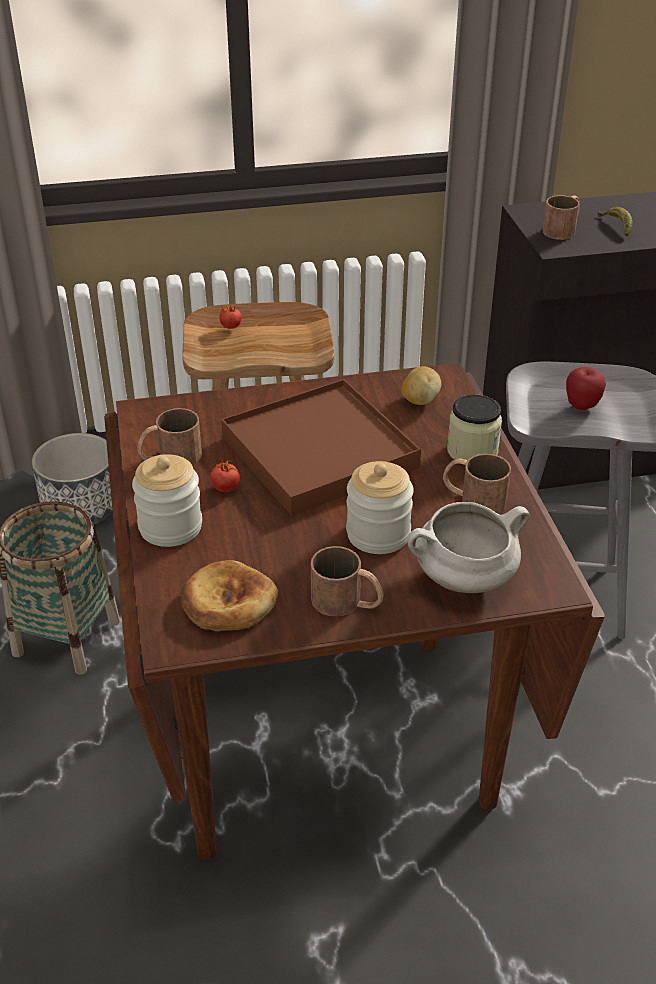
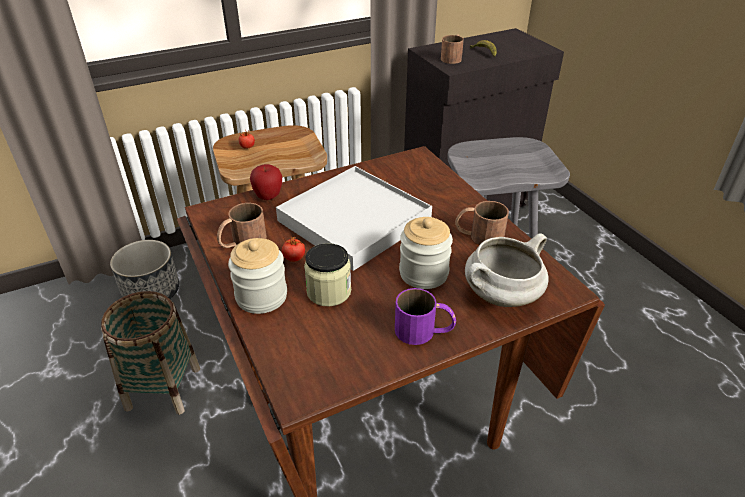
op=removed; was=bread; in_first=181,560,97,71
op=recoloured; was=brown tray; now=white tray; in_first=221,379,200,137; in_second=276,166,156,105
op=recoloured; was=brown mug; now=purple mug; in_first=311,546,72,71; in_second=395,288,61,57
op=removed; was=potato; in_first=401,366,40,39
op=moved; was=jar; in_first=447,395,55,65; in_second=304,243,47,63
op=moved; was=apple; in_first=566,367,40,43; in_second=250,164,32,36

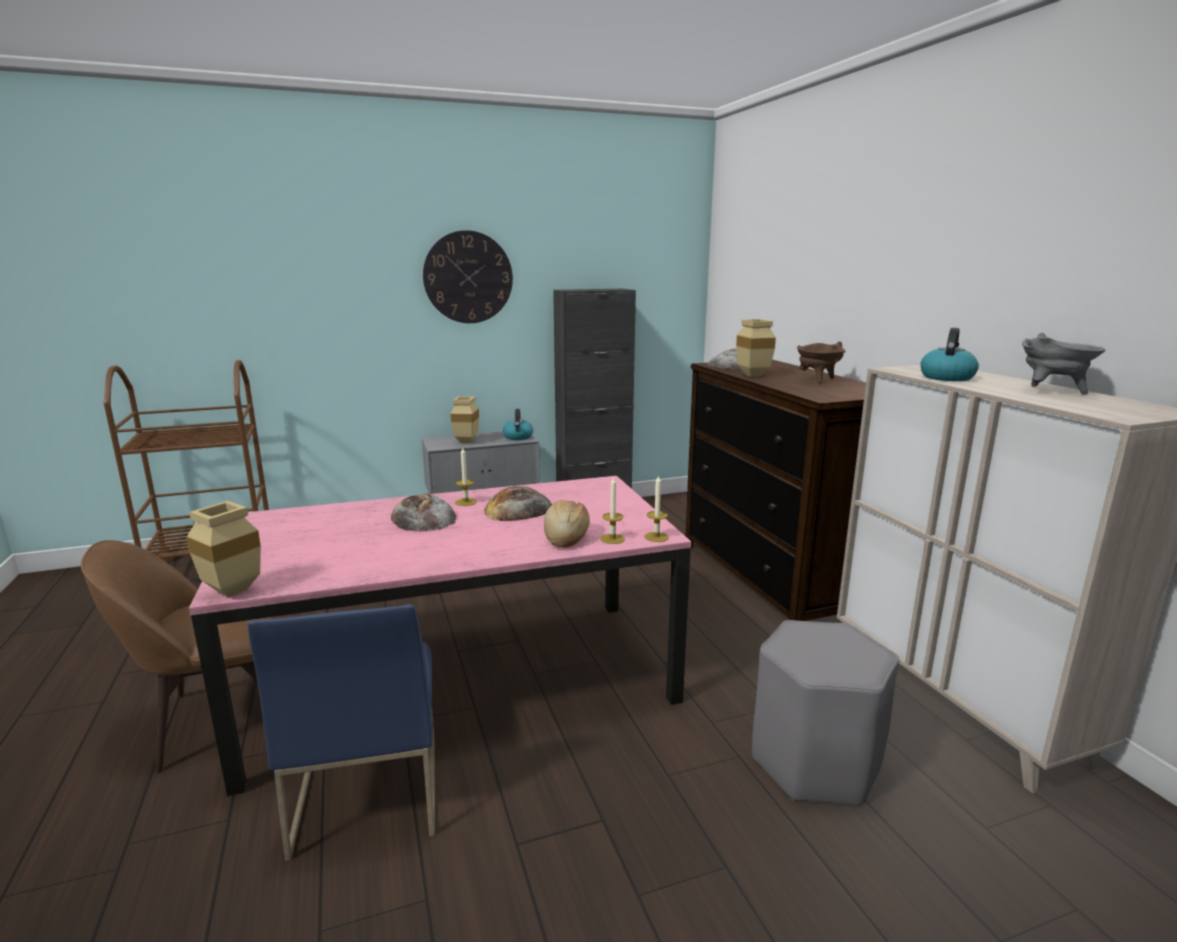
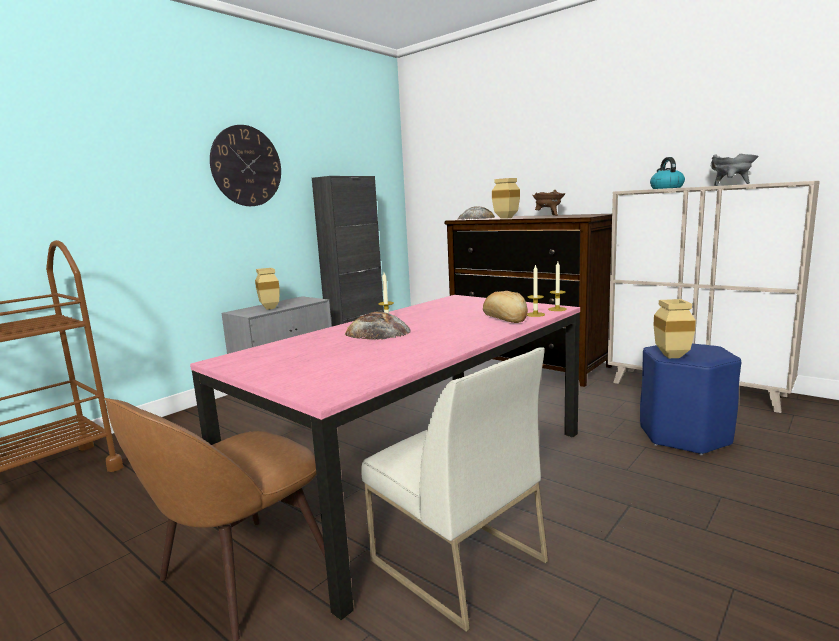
op=moved; was=beige vase; in_first=187,501,74,96; in_second=653,299,43,59
op=recoloured; was=blue chair; now=white chair; in_first=248,604,187,257; in_second=361,347,187,285
op=removed; was=bread; in_first=484,486,68,35
op=removed; was=kettle; in_first=503,409,30,31
op=recoloured; was=grey stool; now=blue stool; in_first=752,620,147,186; in_second=640,343,101,112

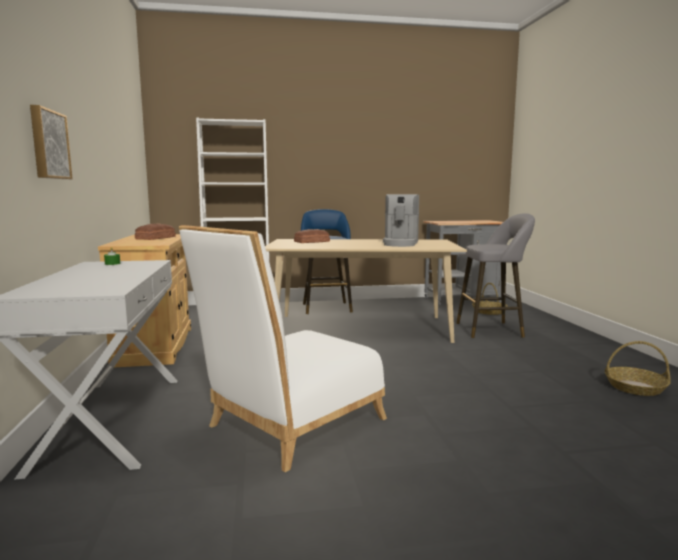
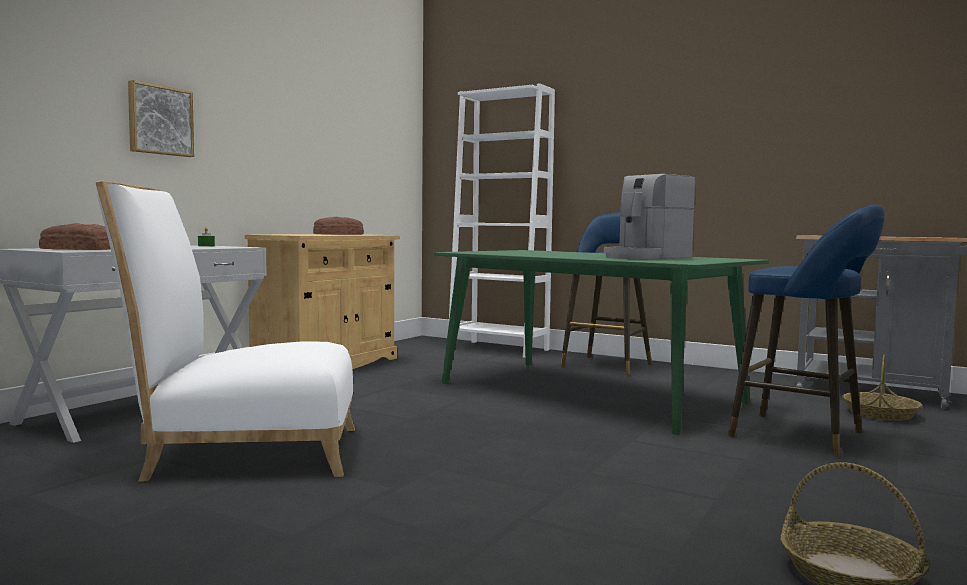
op=recoloured; was=beige dining table; now=green dining table; in_first=265,239,202,104; in_second=435,250,334,185
op=moved; was=bread; in_first=294,229,36,14; in_second=39,223,72,27
op=recoloured; was=grey stool; now=blue stool; in_first=456,213,79,125; in_second=728,205,157,252

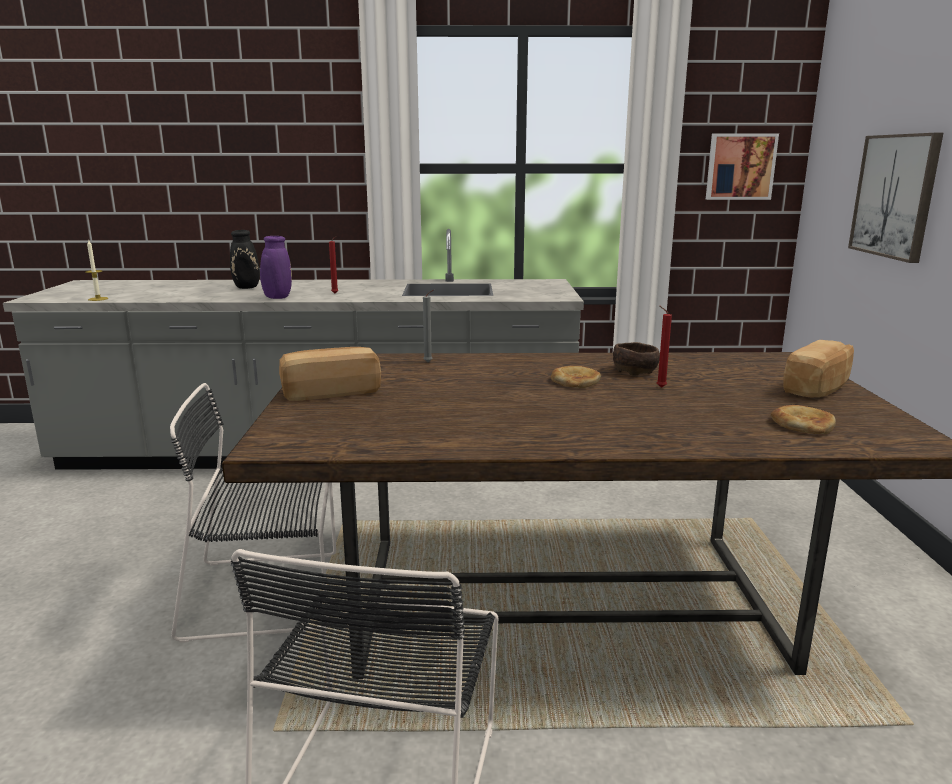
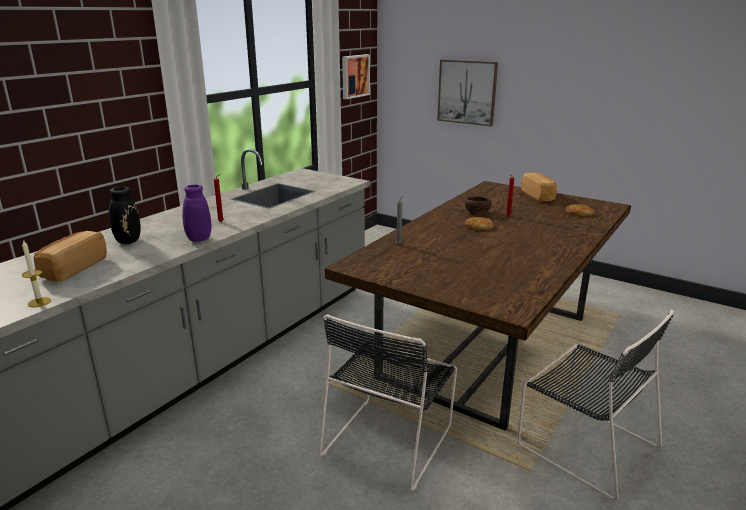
op=moved; was=bread; in_first=279,347,102,54; in_second=33,231,74,51

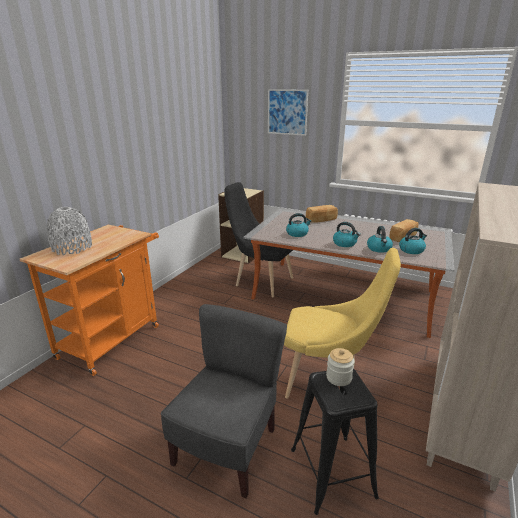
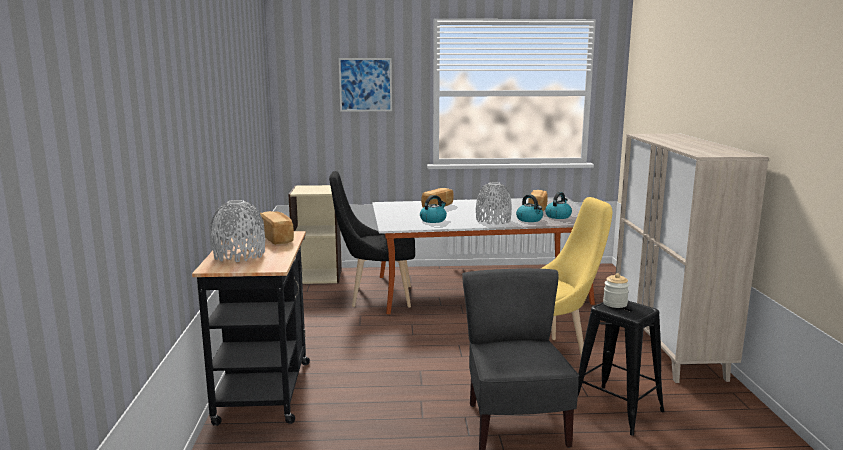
op=recoloured; was=orange cart; now=black cart; in_first=20,225,139,151; in_second=192,231,118,195
op=replaced; was=kettle; now=grey vase; in_first=333,222,28,25; in_second=476,182,36,43
op=added; now=bread; in_second=260,211,34,34

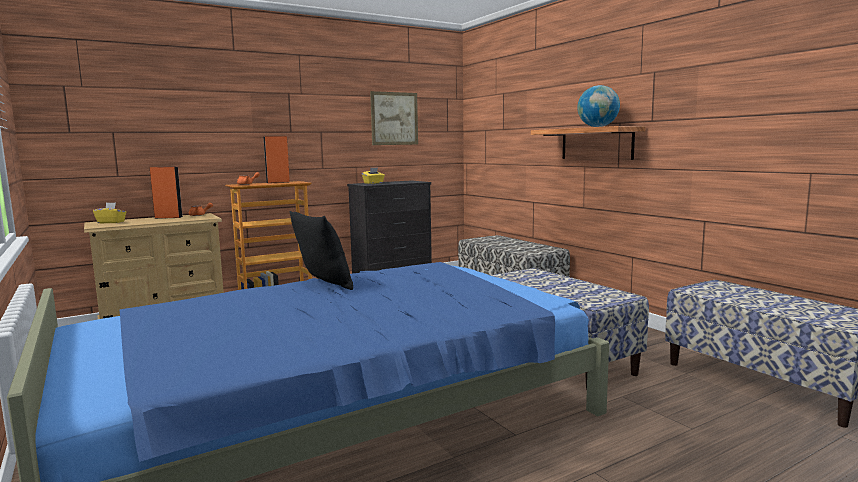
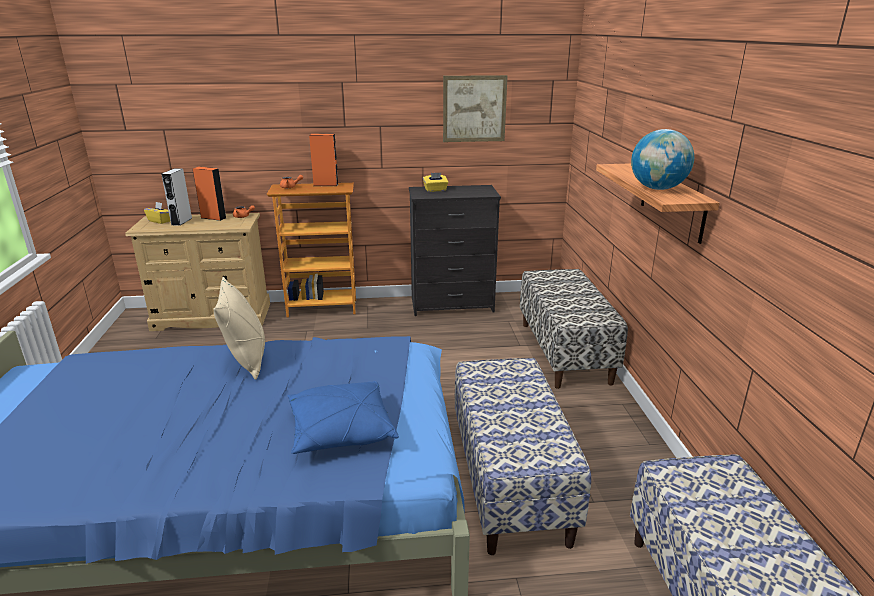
op=recoloured; was=black pillow; now=beige pillow; in_first=290,211,64,79; in_second=214,277,51,103
op=added; now=grey speaker; in_second=161,168,31,58
op=added; now=blue pillow; in_second=288,381,111,73

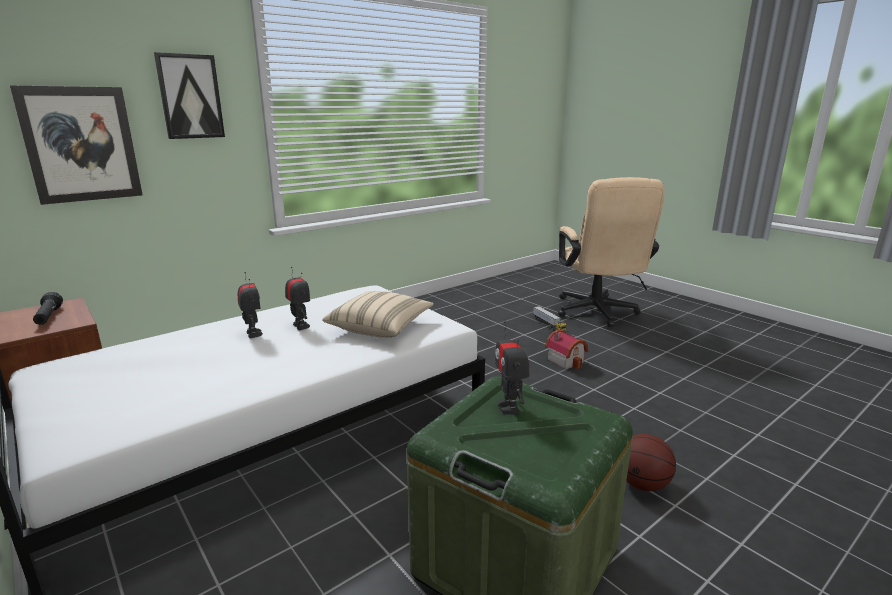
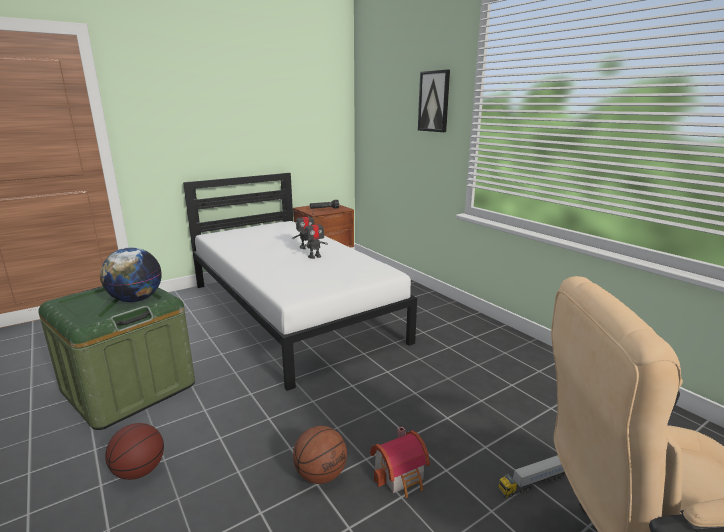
op=removed; was=picture; in_first=10,86,133,119
op=removed; was=beige pillow; in_first=322,291,112,47
op=replaced; was=toy robot; now=globe; in_first=495,321,34,94; in_second=100,247,62,55
op=added; now=basketball; in_second=293,426,54,58

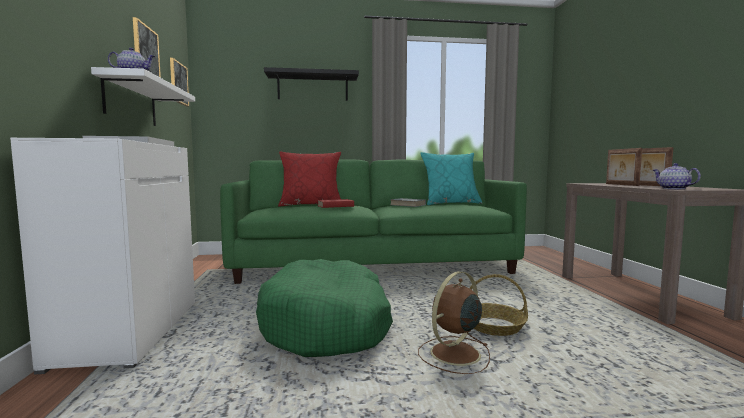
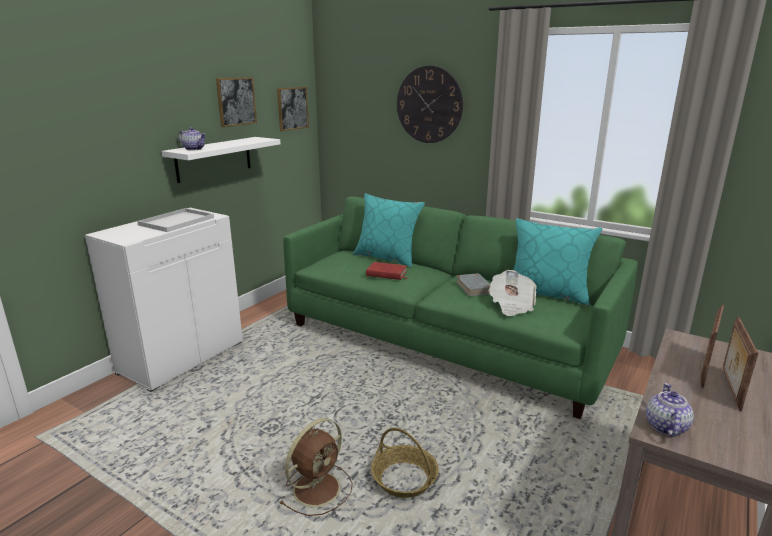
op=removed; was=green dog bed; in_first=256,259,137,98
op=replaced; was=black shelf; now=wall clock; in_first=264,67,95,34; in_second=397,66,66,77
op=recoloured; was=red pillow; now=turquoise pillow; in_first=278,152,63,55; in_second=353,193,72,75
op=turned; was=brown fan; in_first=418,271,72,103; in_second=280,418,73,98; clockwise=135
op=added; now=newspaper; in_second=488,270,49,46

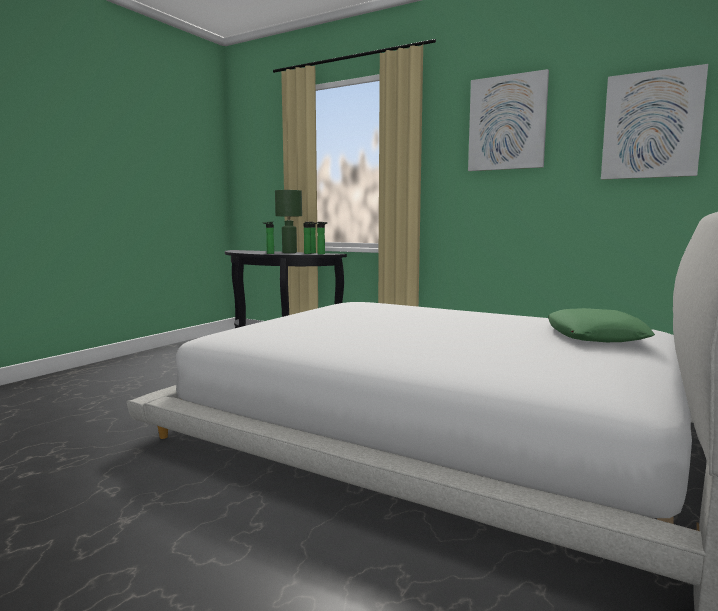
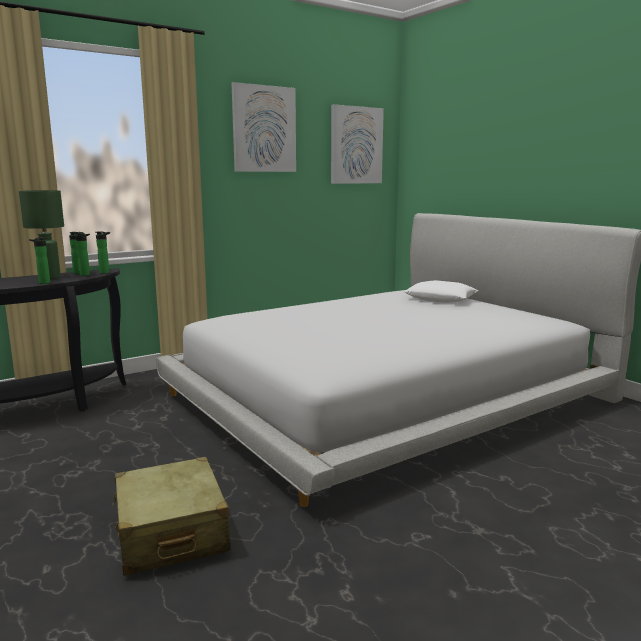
op=recoloured; was=green pillow; now=white pillow; in_first=548,308,107,34; in_second=404,280,74,23
op=added; now=beige suitcase; in_second=112,457,119,119

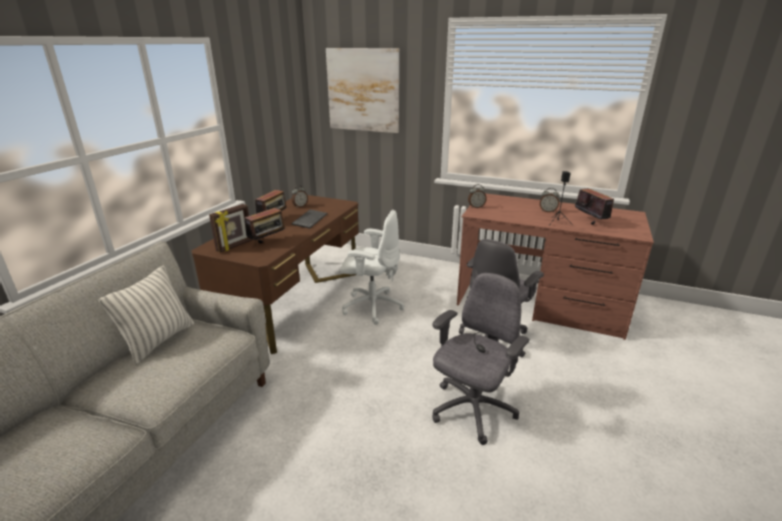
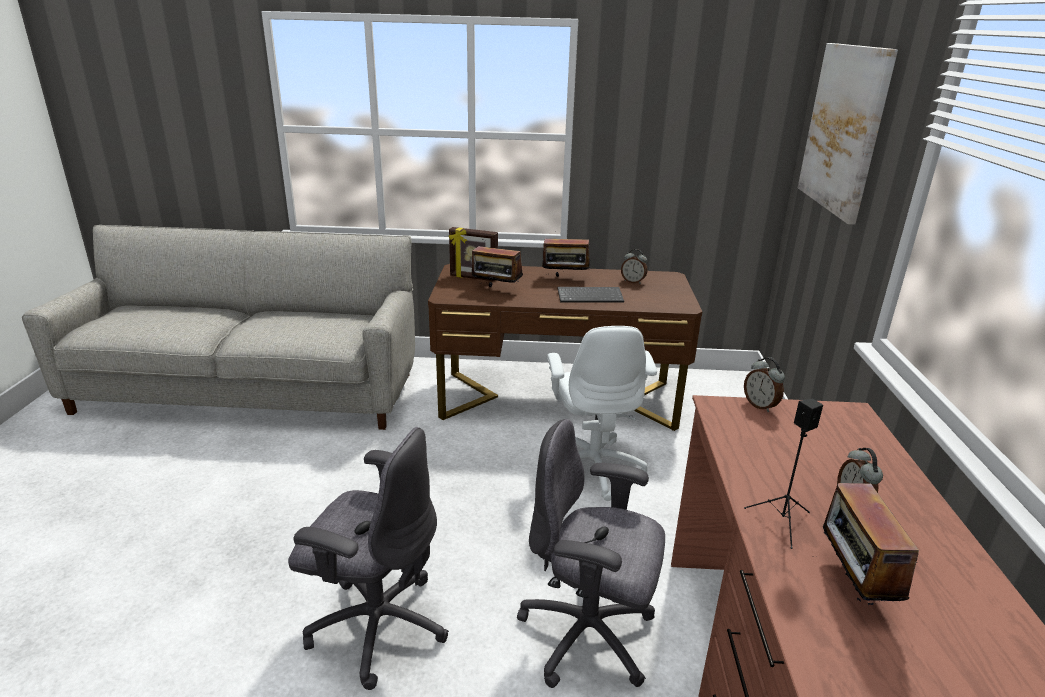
op=removed; was=pillow; in_first=98,265,96,100
op=turned; was=radio; in_first=575,189,39,36; in_second=823,483,96,122; clockwise=135

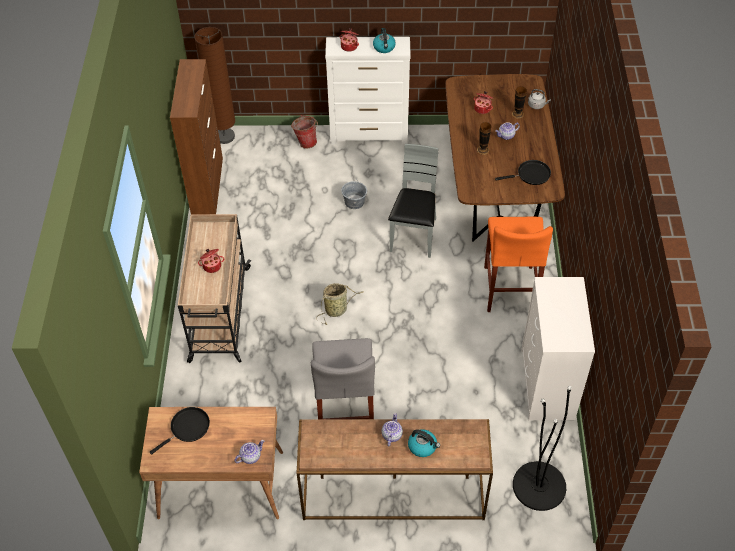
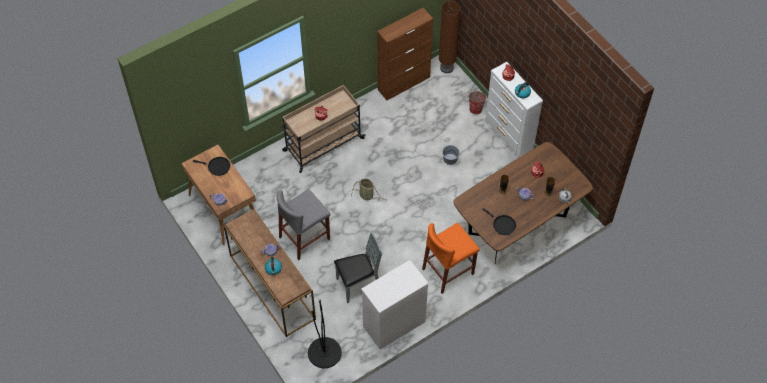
op=moved; was=grey chair; in_first=388,144,50,114; in_second=334,232,48,71

